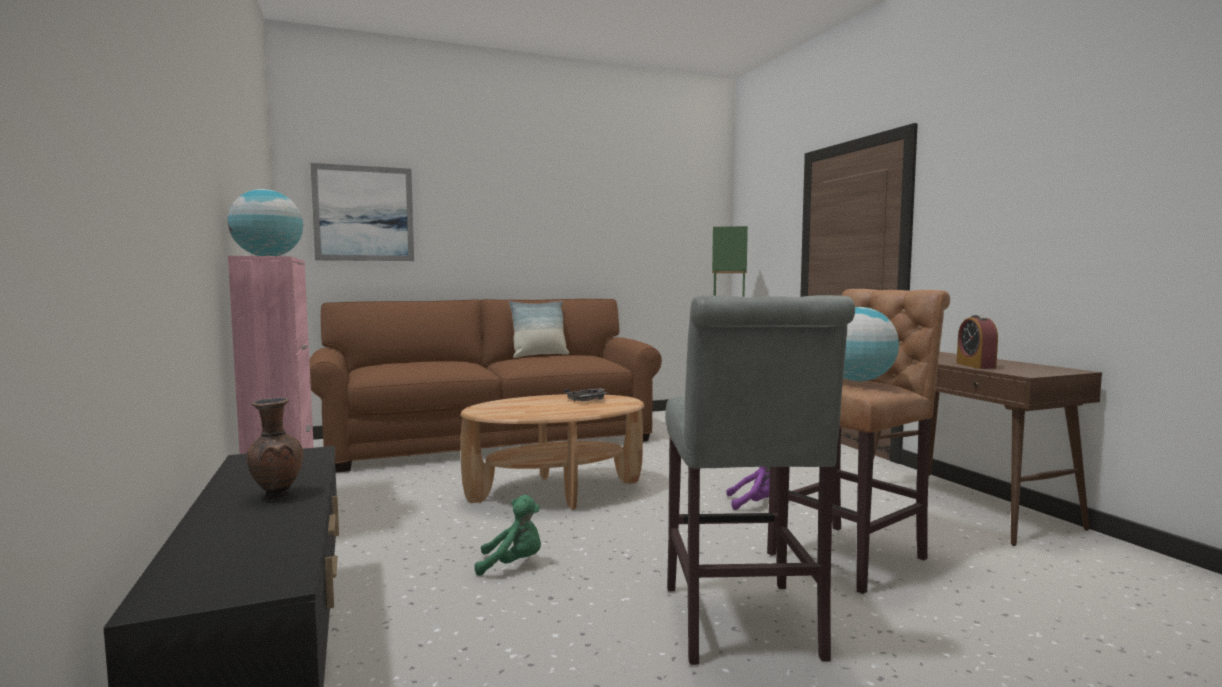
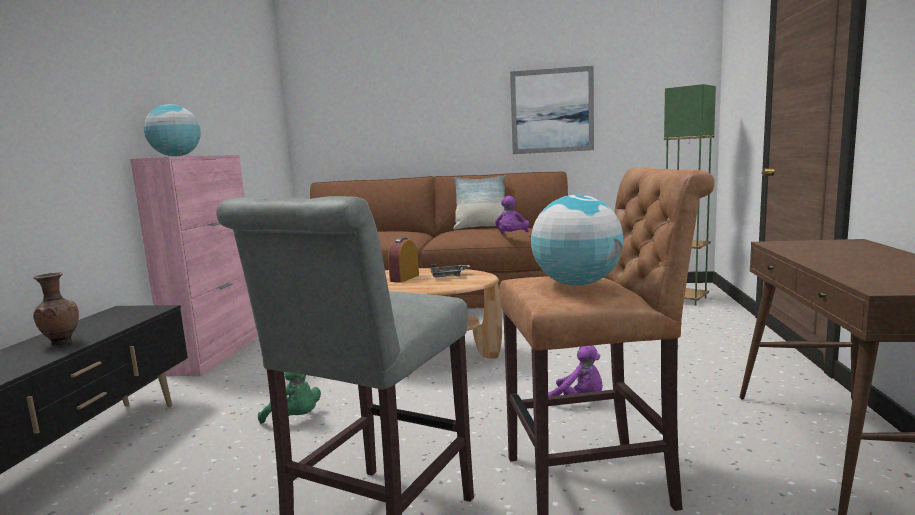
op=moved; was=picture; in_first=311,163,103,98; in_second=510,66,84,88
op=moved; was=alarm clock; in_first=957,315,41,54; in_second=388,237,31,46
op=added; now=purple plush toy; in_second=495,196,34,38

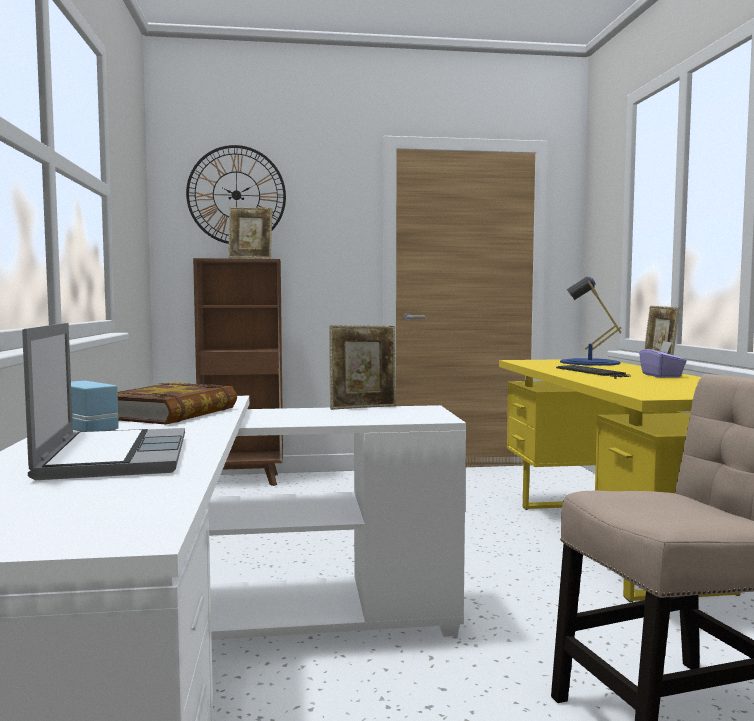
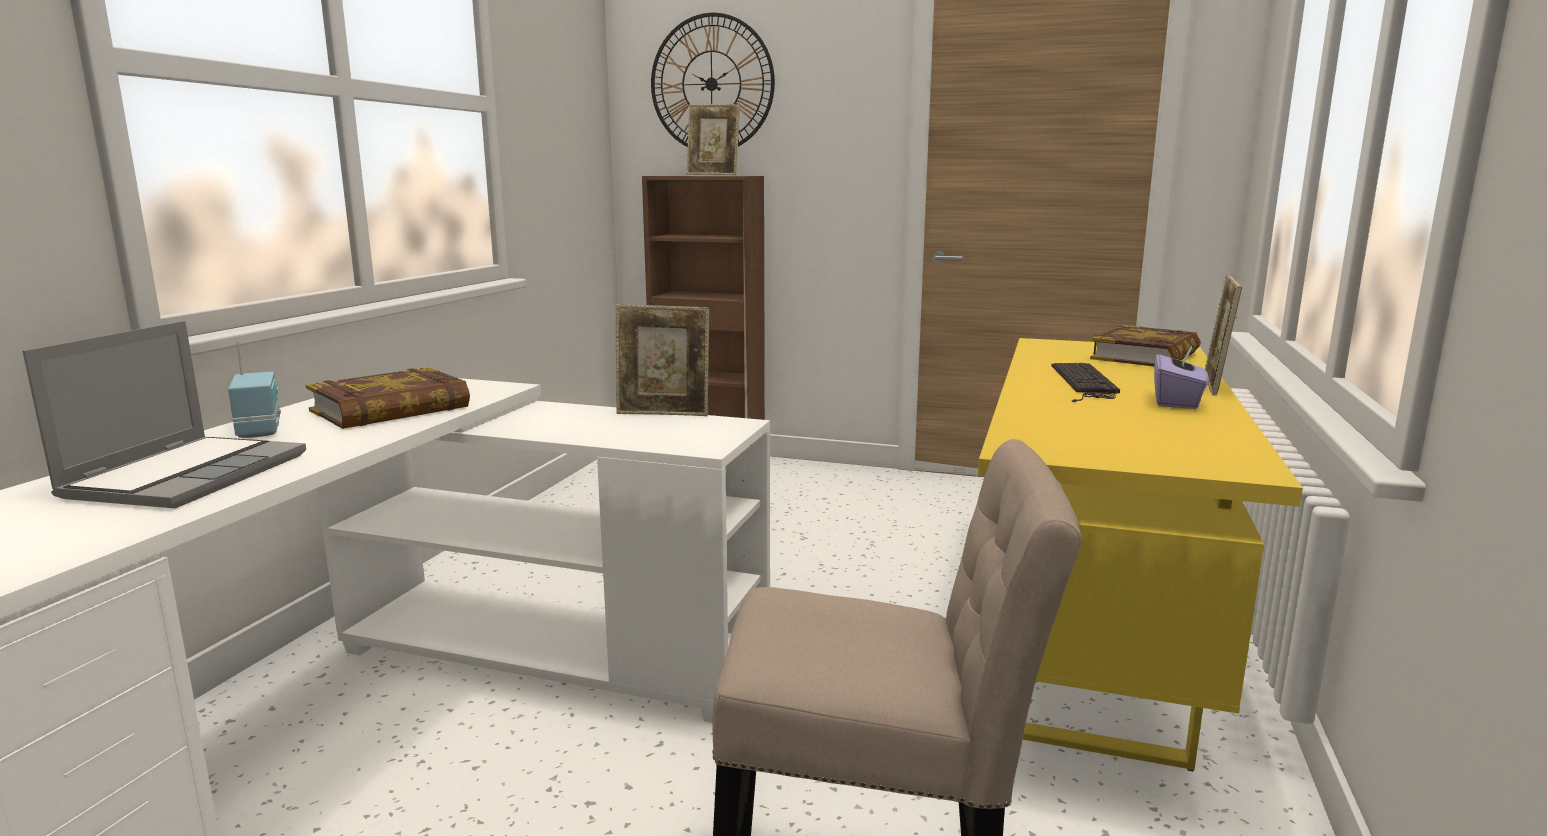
op=replaced; was=blue table lamp; now=book; in_first=560,276,62,90; in_second=1090,325,111,42

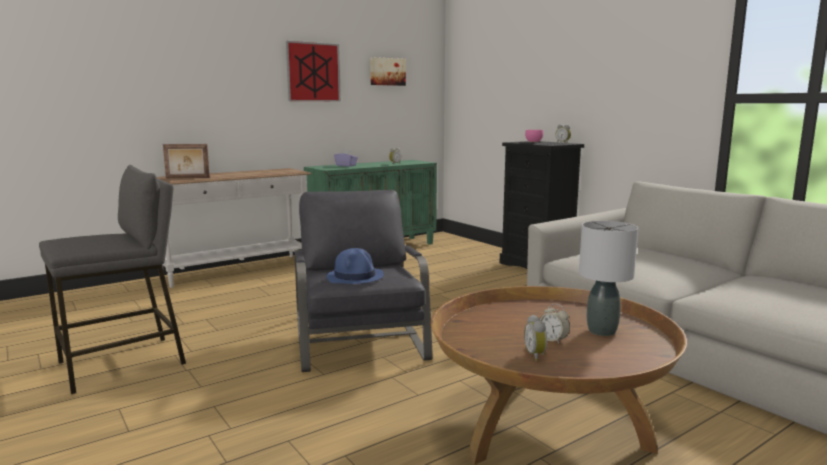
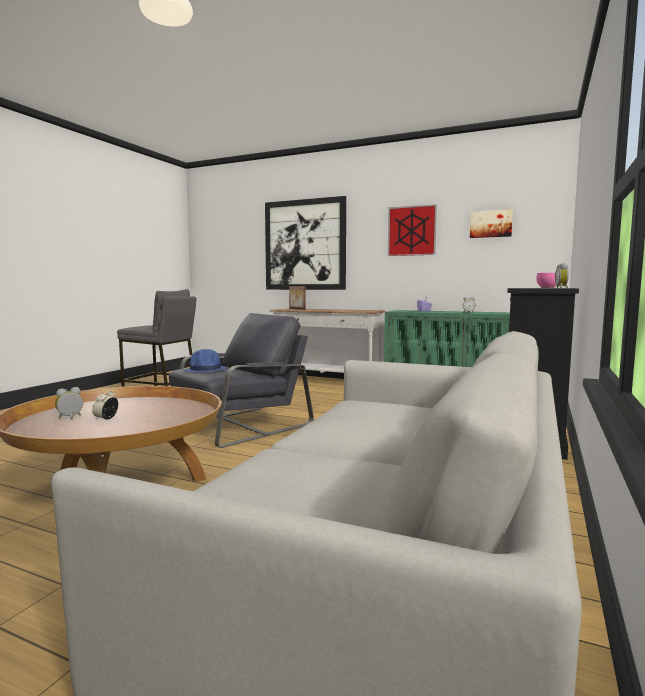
op=removed; was=grey table lamp; in_first=579,221,59,115
op=added; now=picture; in_second=265,196,81,94

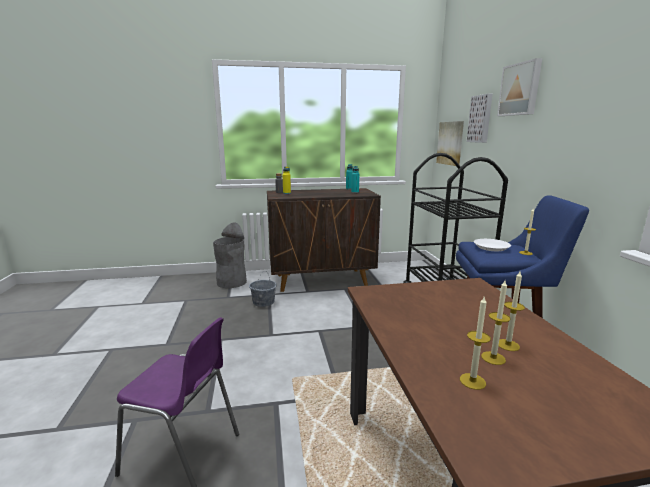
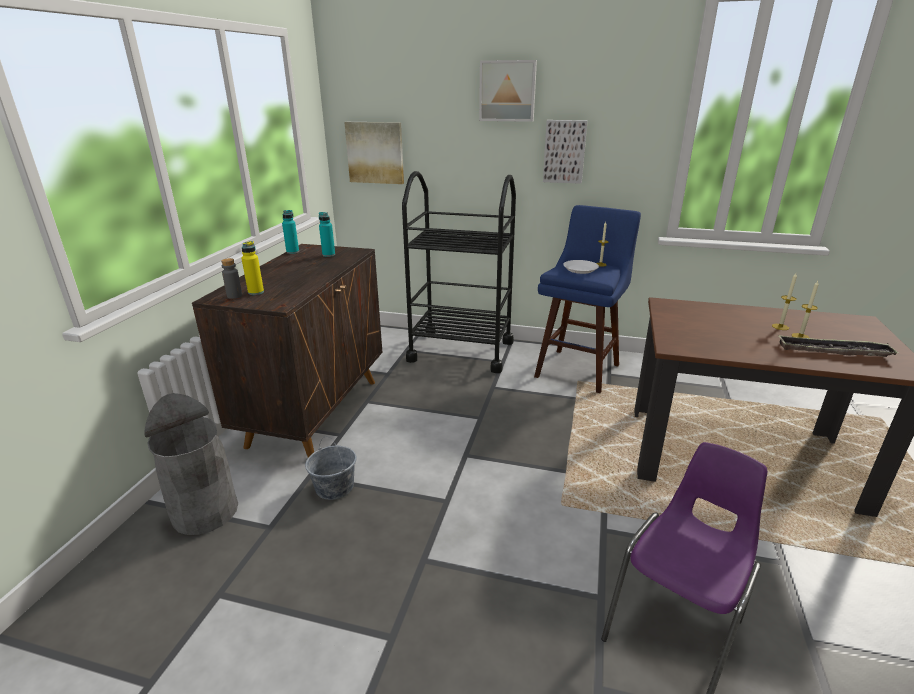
op=replaced; was=candle; now=tray; in_first=460,295,31,95; in_second=778,335,120,22
op=moved; was=picture; in_first=466,94,26,49; in_second=543,120,45,64

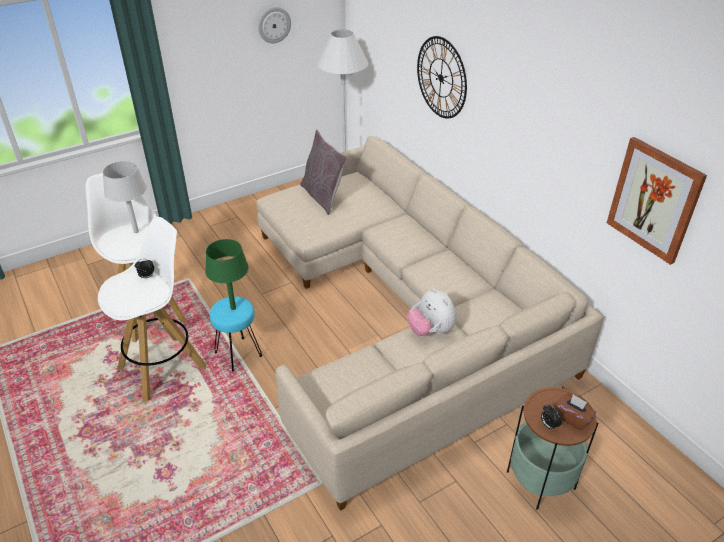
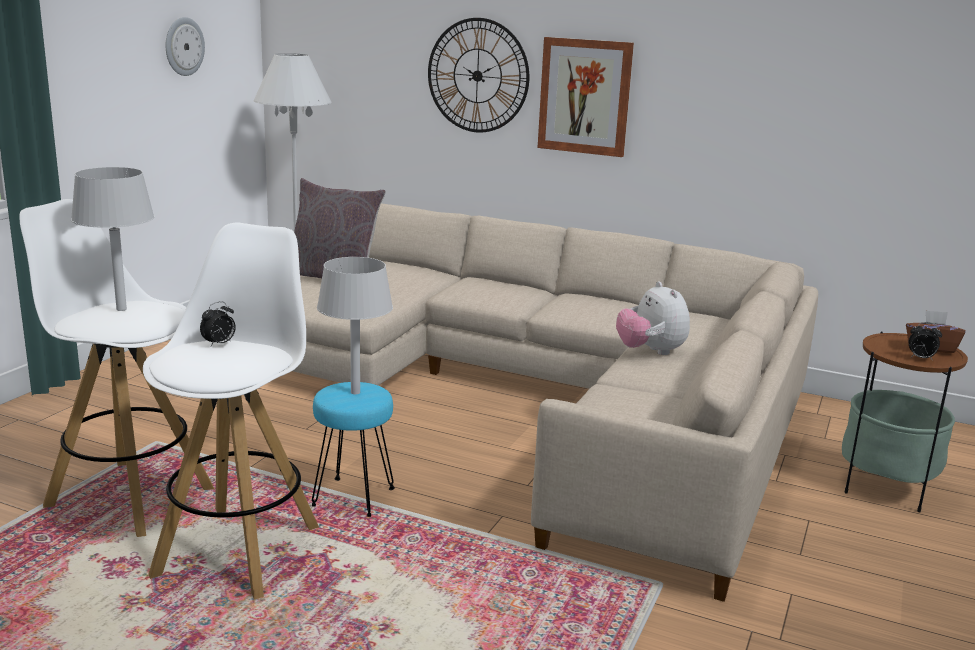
op=recoloured; was=green table lamp; now=grey table lamp; in_first=205,239,44,71; in_second=317,257,76,137
op=turned; was=plush toy; in_first=407,288,49,48; in_second=616,281,74,74; clockwise=45
op=moved; was=picture; in_first=607,137,100,128; in_second=538,37,96,120

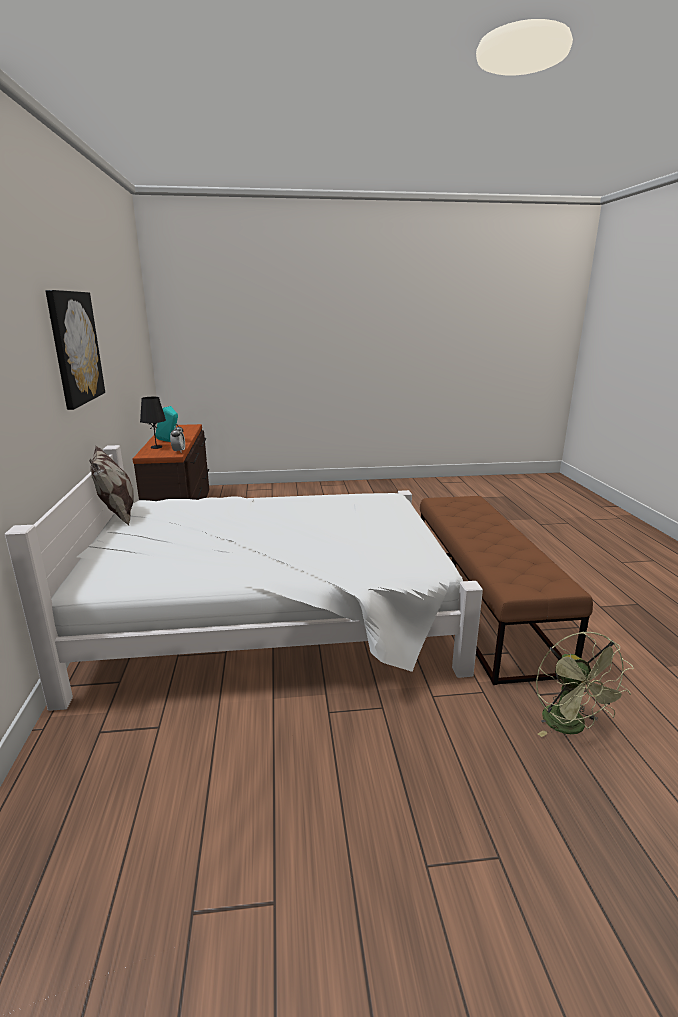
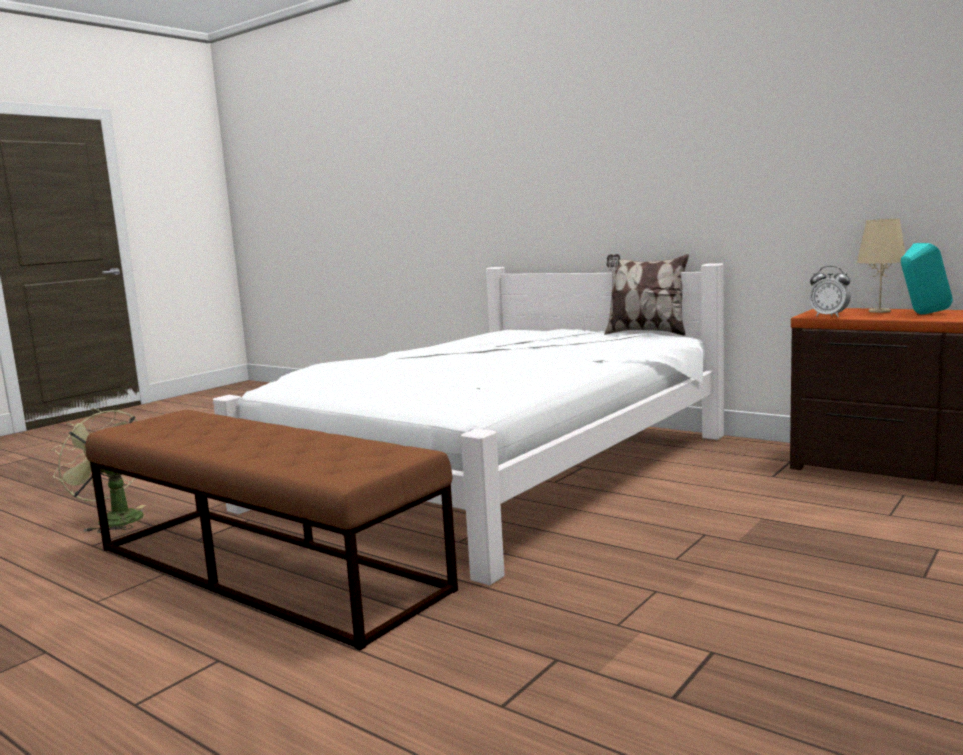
op=removed; was=picture; in_first=45,290,60,120
op=recoloured; was=black table lamp; now=beige table lamp; in_first=140,397,26,52; in_second=857,219,48,94

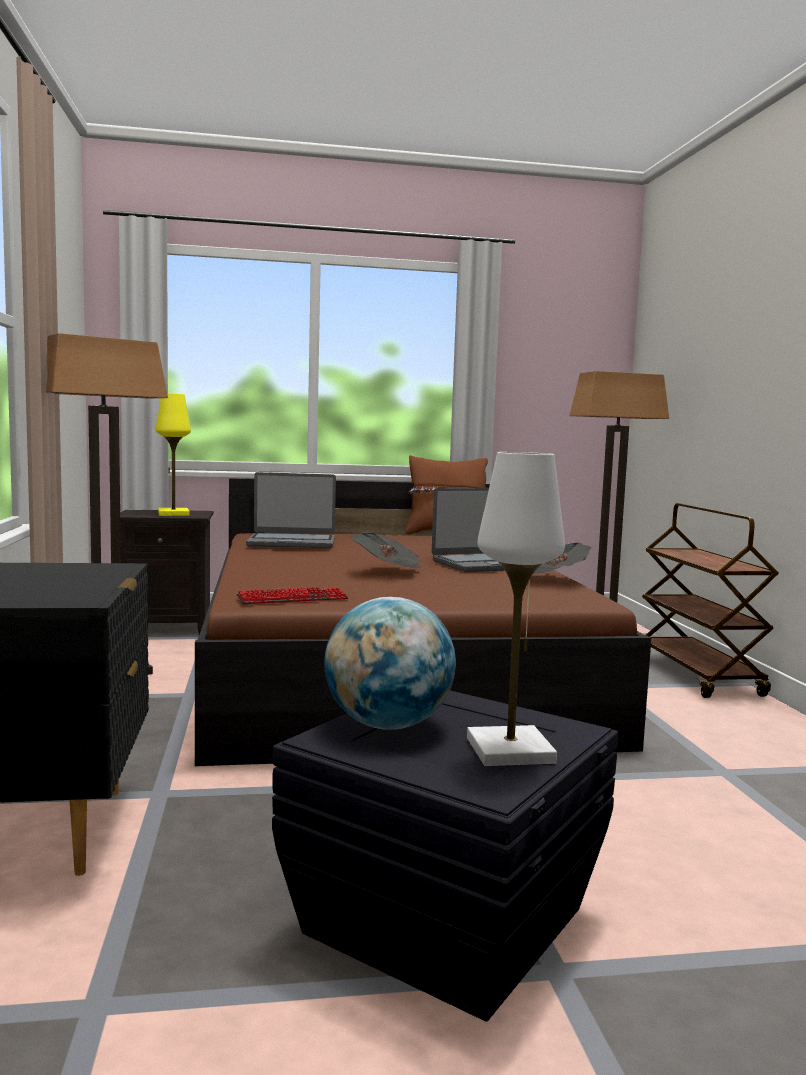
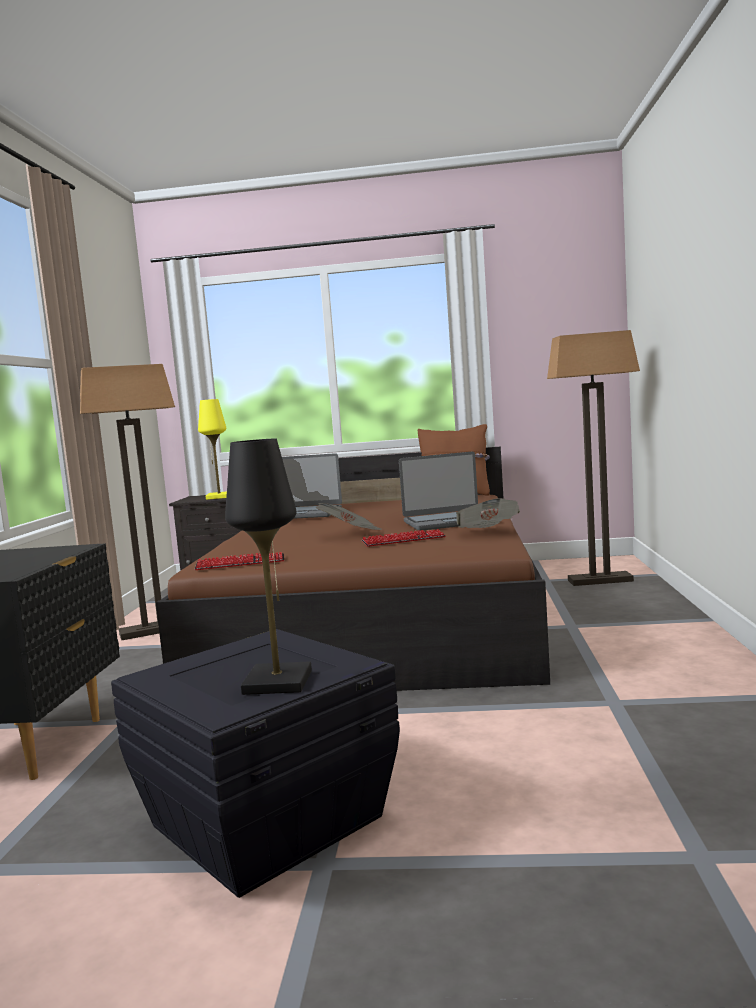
op=removed; was=globe; in_first=324,597,132,133
op=recoloured; was=white table lamp; now=black table lamp; in_first=467,452,98,314; in_second=225,439,87,256
op=removed; was=brown cart; in_first=642,503,137,195
op=added; now=keyboard; in_second=362,529,84,18

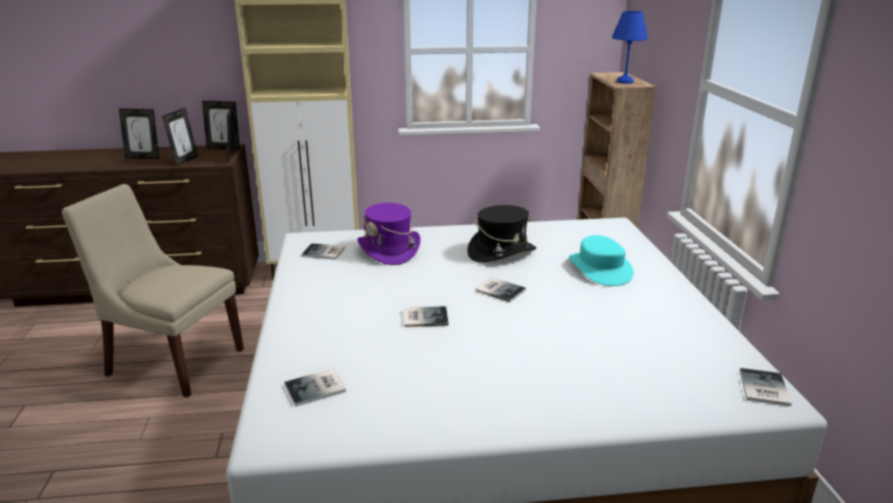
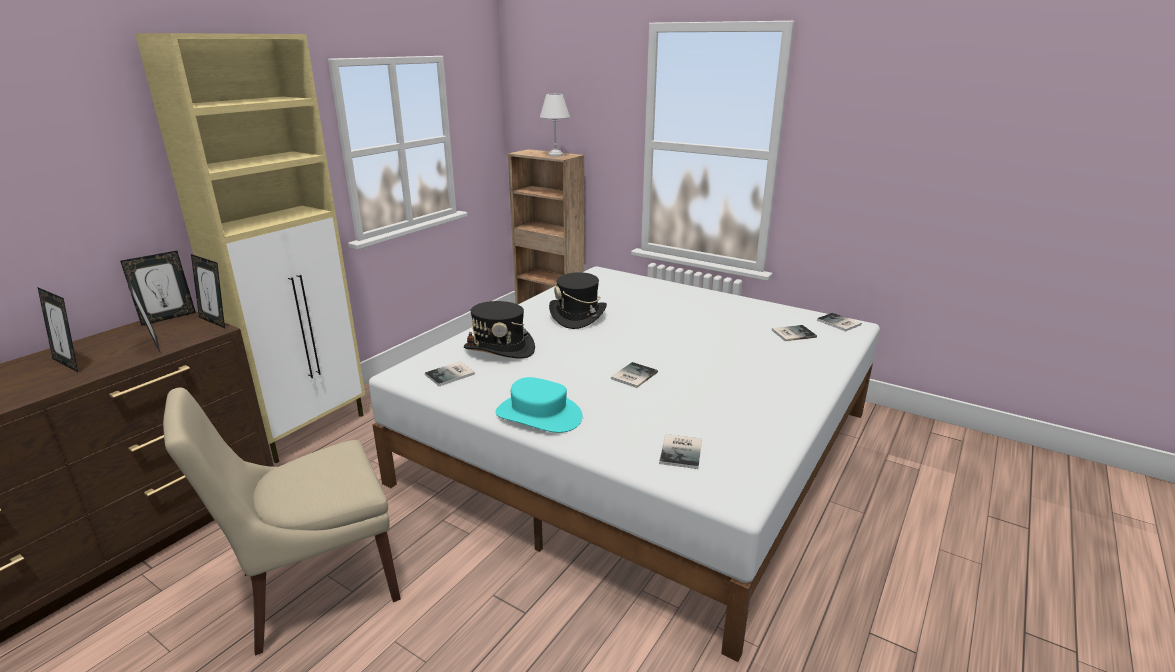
op=turned; was=picture frame; in_first=119,108,40,51; in_second=37,287,41,85; clockwise=75
op=recoloured; was=purple hat; now=black hat; in_first=357,203,63,62; in_second=464,301,71,58
op=moved; was=book; in_first=476,277,50,25; in_second=772,325,45,16
op=moved; was=turquoise hat; in_first=569,235,65,51; in_second=496,377,87,56
op=recoloured; was=blue table lamp; now=white table lamp; in_first=612,11,36,73; in_second=540,94,30,63

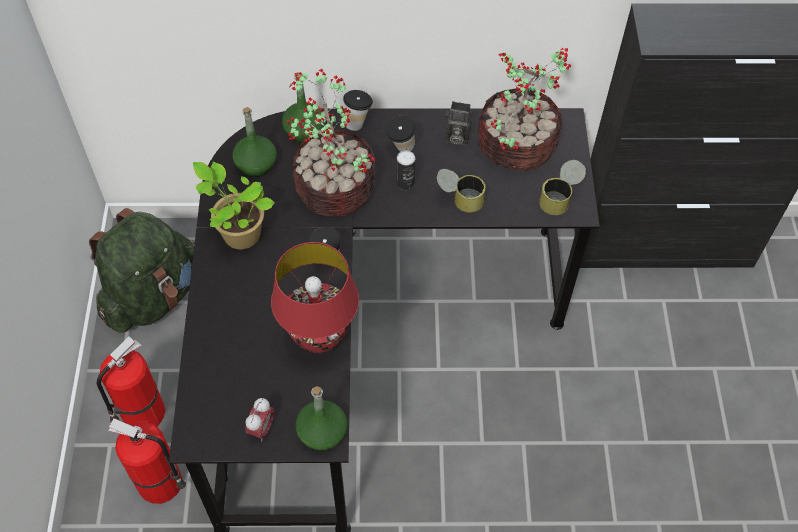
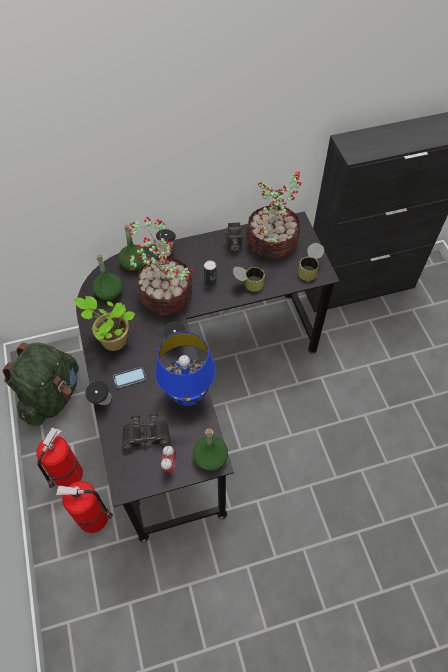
op=recoloured; was=red table lamp; now=blue table lamp; in_first=271,242,88,111; in_second=155,331,61,75
op=moved; was=cup; in_first=386,116,30,36; in_second=85,381,27,24
op=added; now=phone; in_second=113,367,33,21
op=added; now=black binoculars; in_second=122,413,49,38

